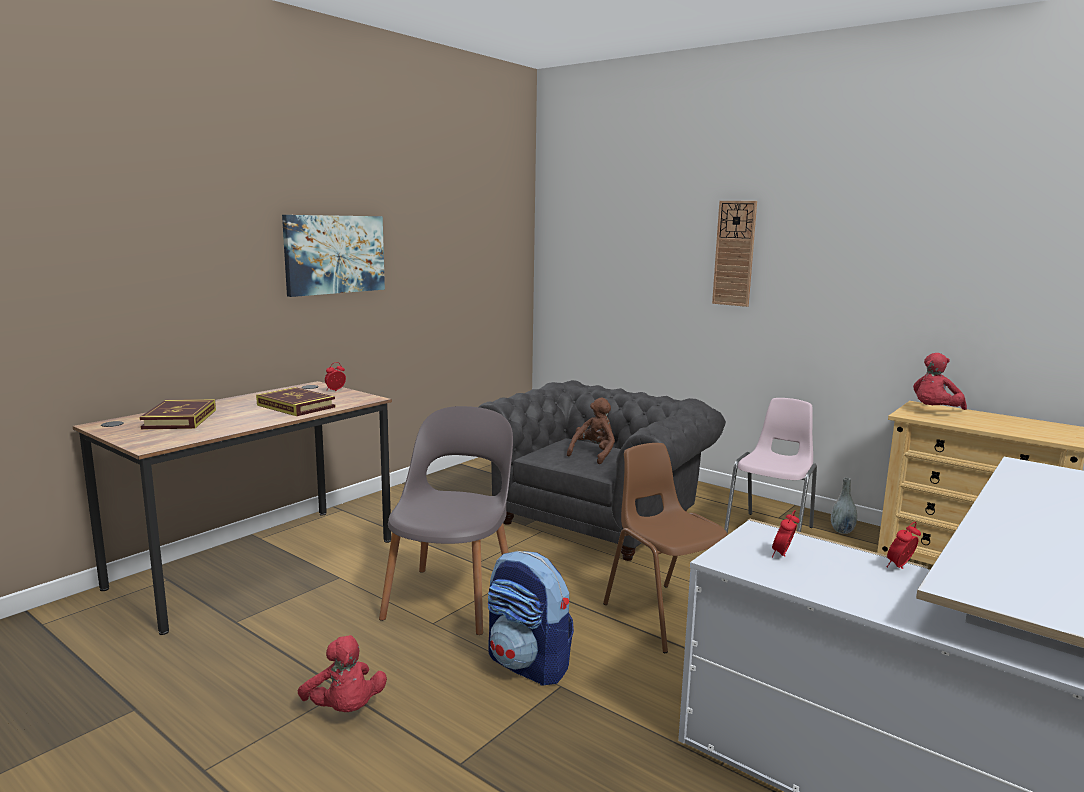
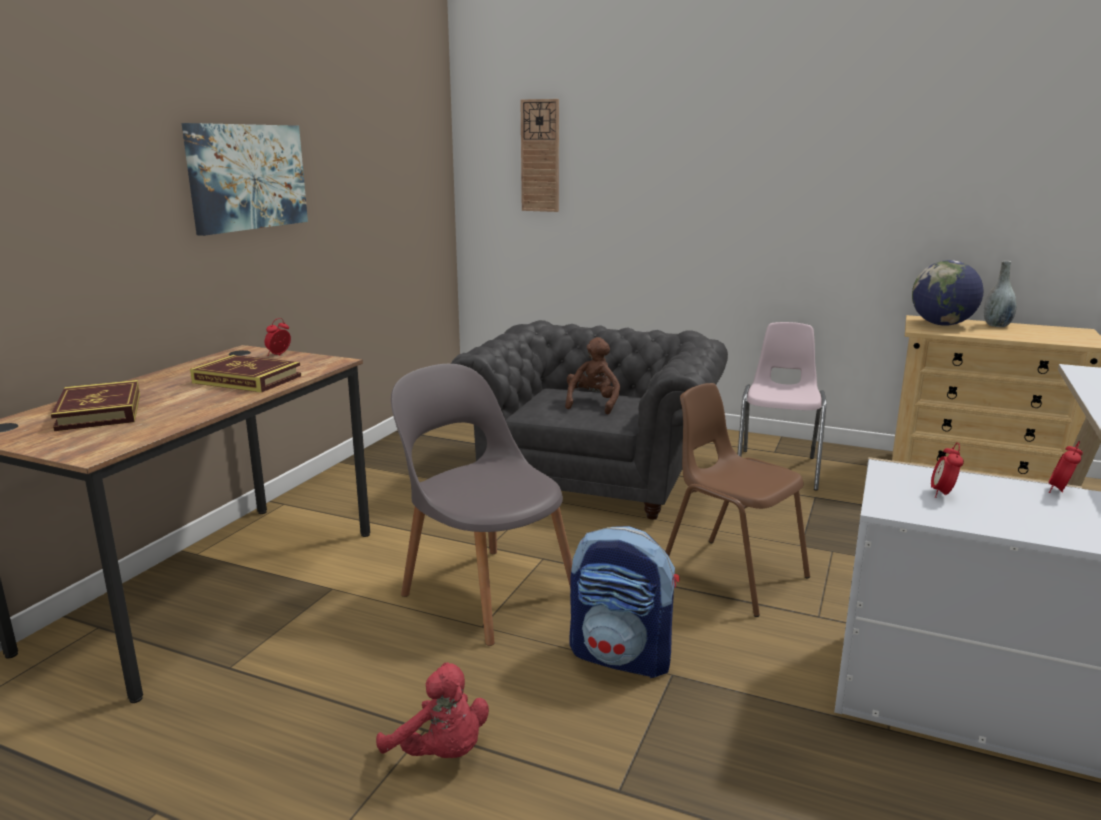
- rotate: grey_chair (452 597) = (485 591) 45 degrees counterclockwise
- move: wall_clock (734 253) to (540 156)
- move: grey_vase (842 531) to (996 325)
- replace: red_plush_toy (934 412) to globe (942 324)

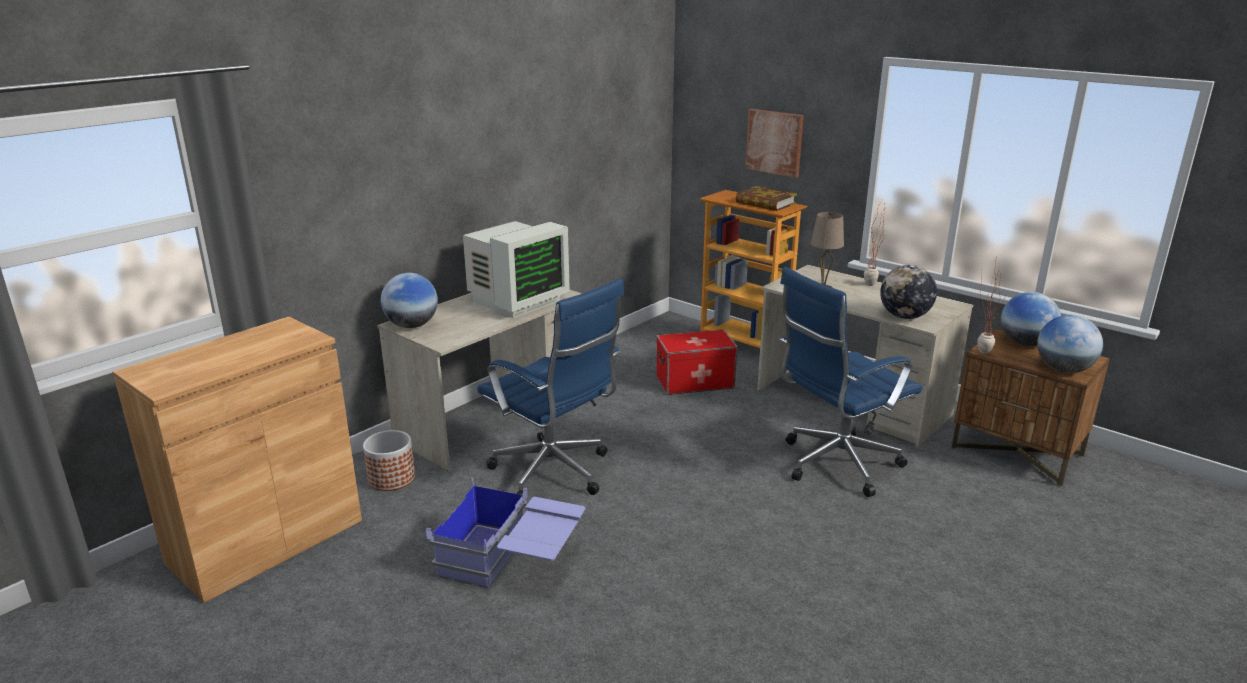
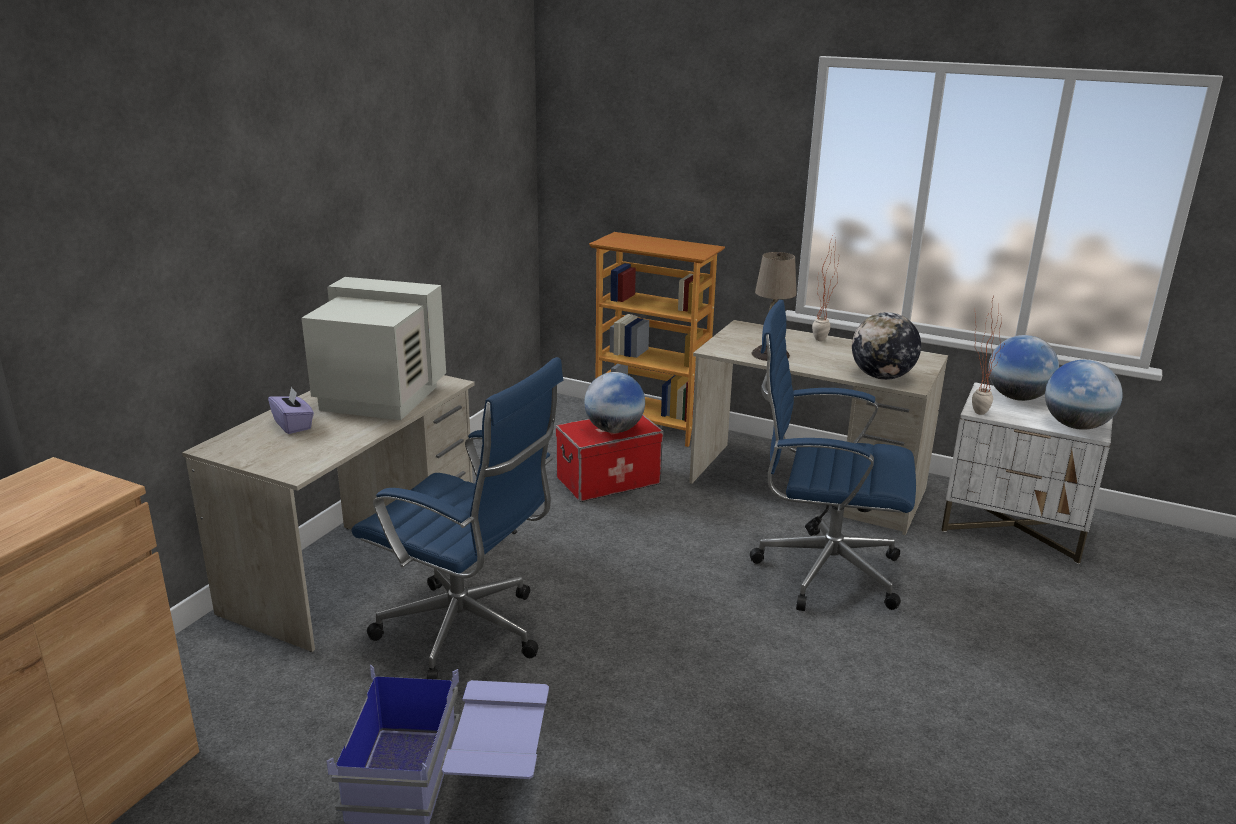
- delete: planter (392 479)
- move: globe (412 326) to (614 430)
- rotate: monitor (516 301) = (379 398) 105 degrees counterclockwise
- delete: book (765 203)
- delete: picture (774 142)
- rotate: blue_office_chair (835 465) = (820 571) 60 degrees clockwise
- recolor: brown_nightstand (1017 452) to white_nightstand (1014 527)
- insert: purple_tissue_box (293 425)

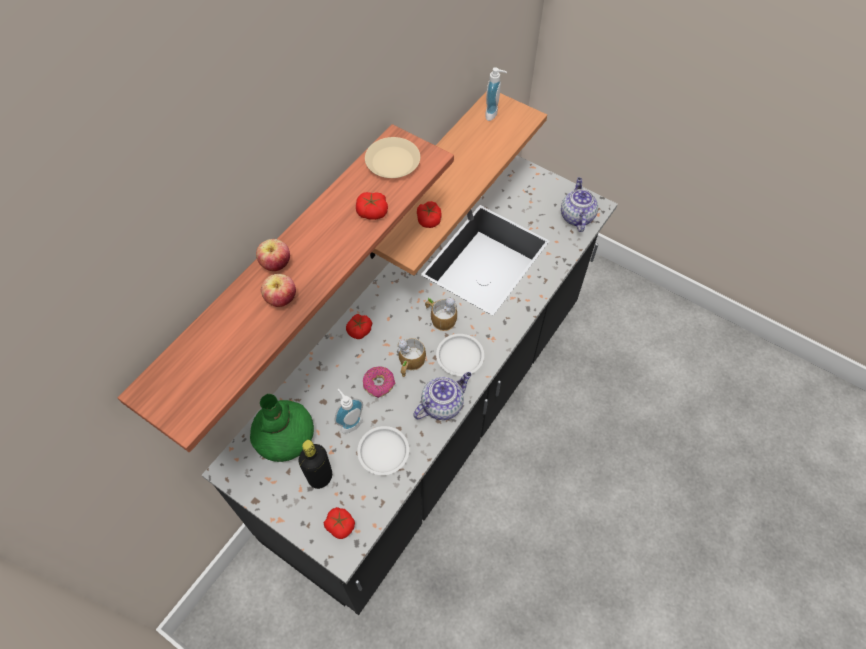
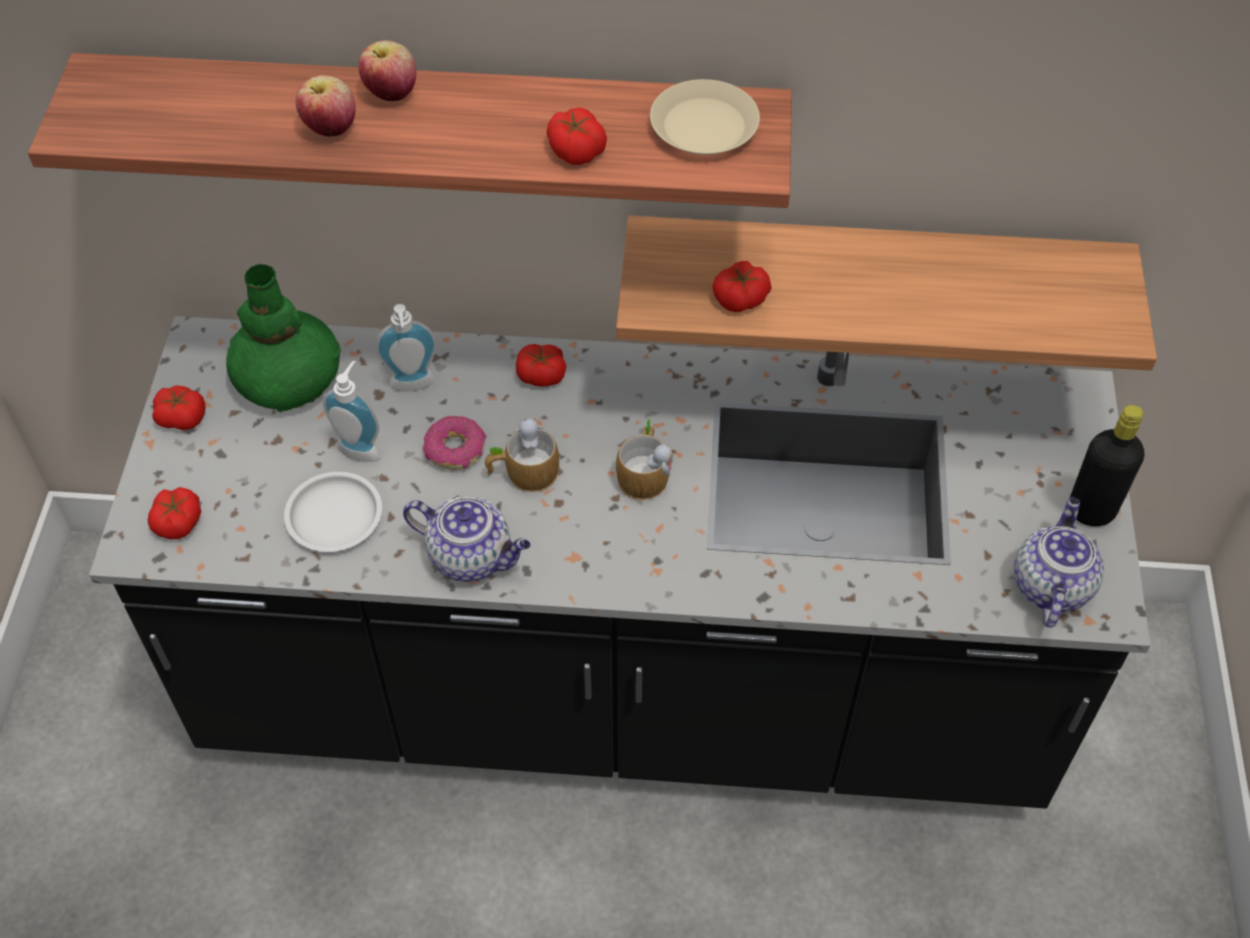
- move: black_bottle (320 477) to (1091 510)
- delete: white_plate (459 356)
- move: soap_dispenser (494 114) to (413 387)
- rotate: teapot (576 216) = (1050 584) 45 degrees counterclockwise
- insert: tomato (181 417)

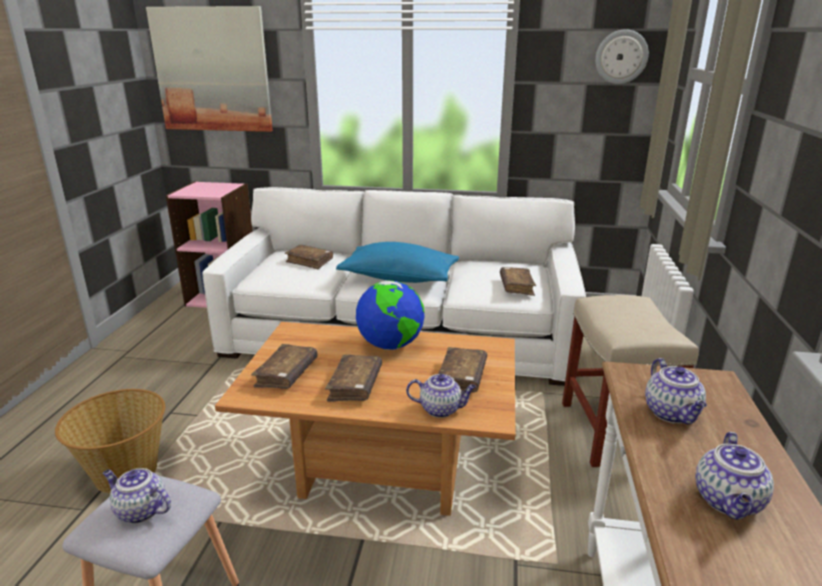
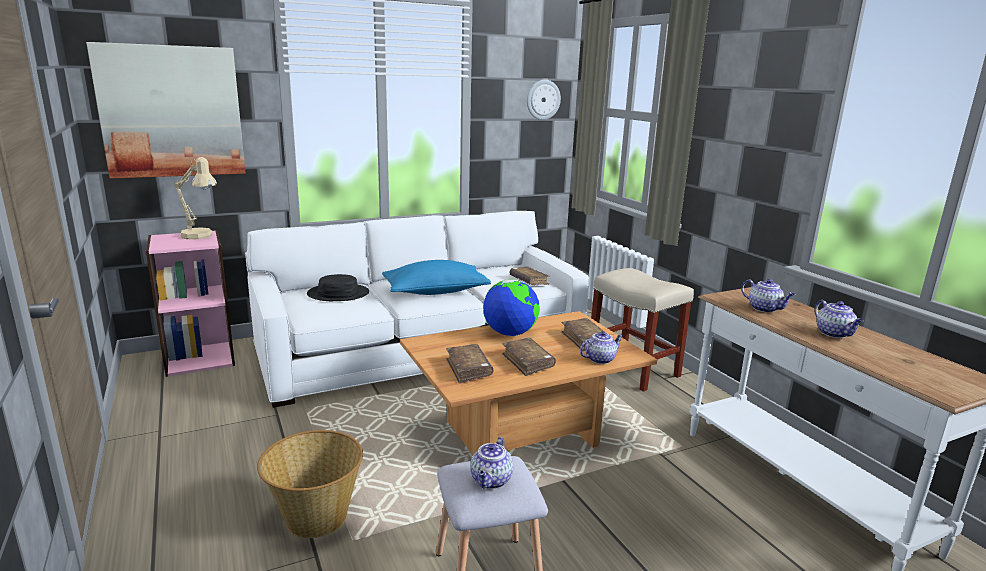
- rotate: teapot (140 511) = (491 481) 60 degrees counterclockwise
- replace: brown_book (309 261) to black_hat (338 294)
- insert: beige_table_lamp (201 236)

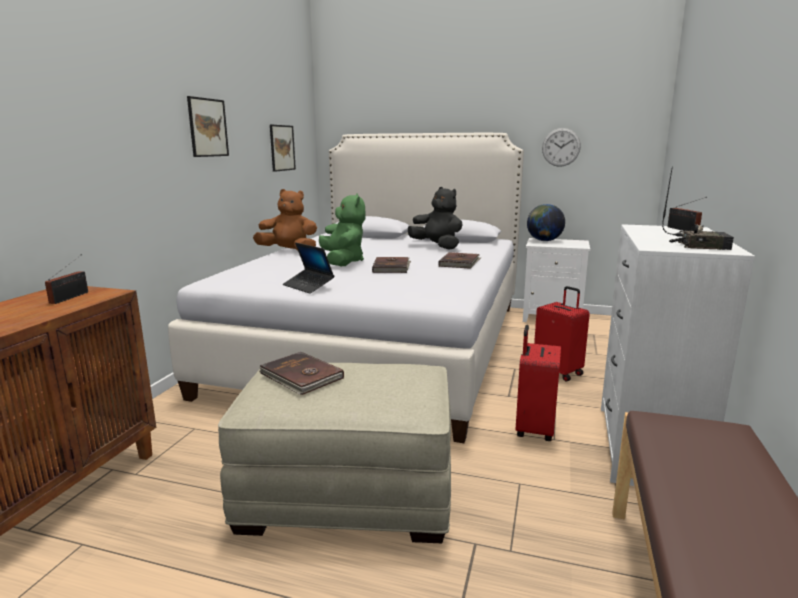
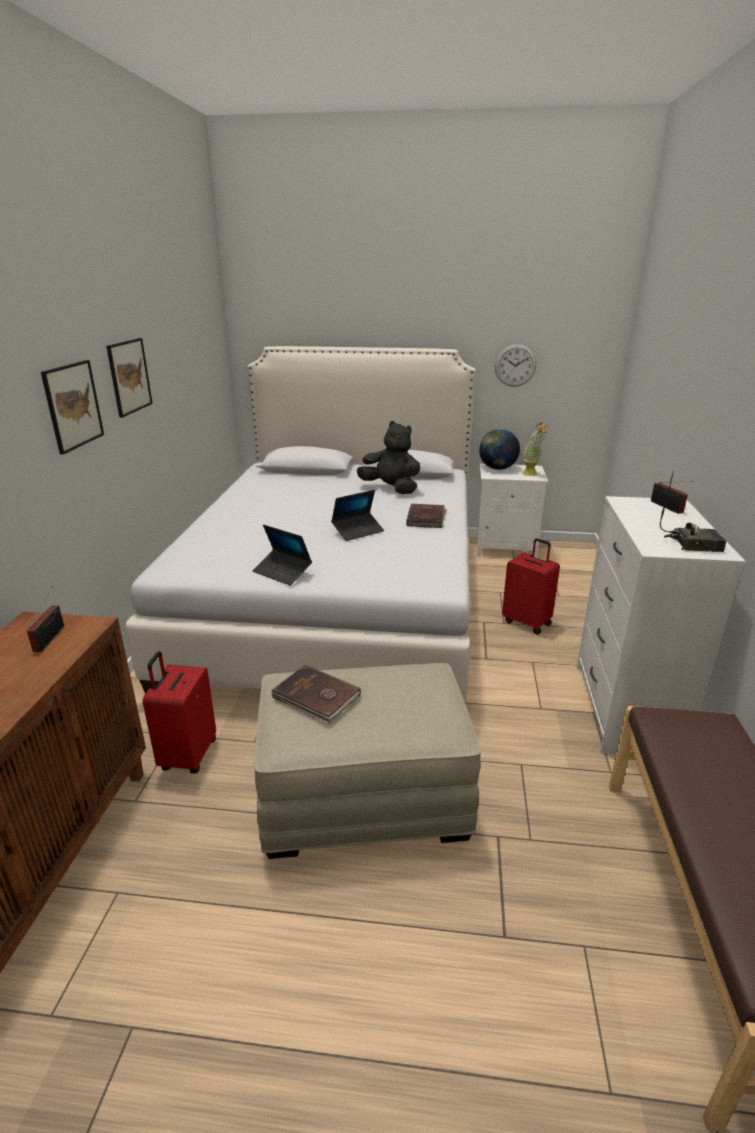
- delete: brown_plush_toy (289 251)
- move: picture (282 148) to (73 405)
- delete: green_plush_toy (343 262)
- replace: brown_book (392 267) to laptop (358 531)
- move: red_suitcase (533 429) to (187 755)
- insert: potted_plant (531 475)

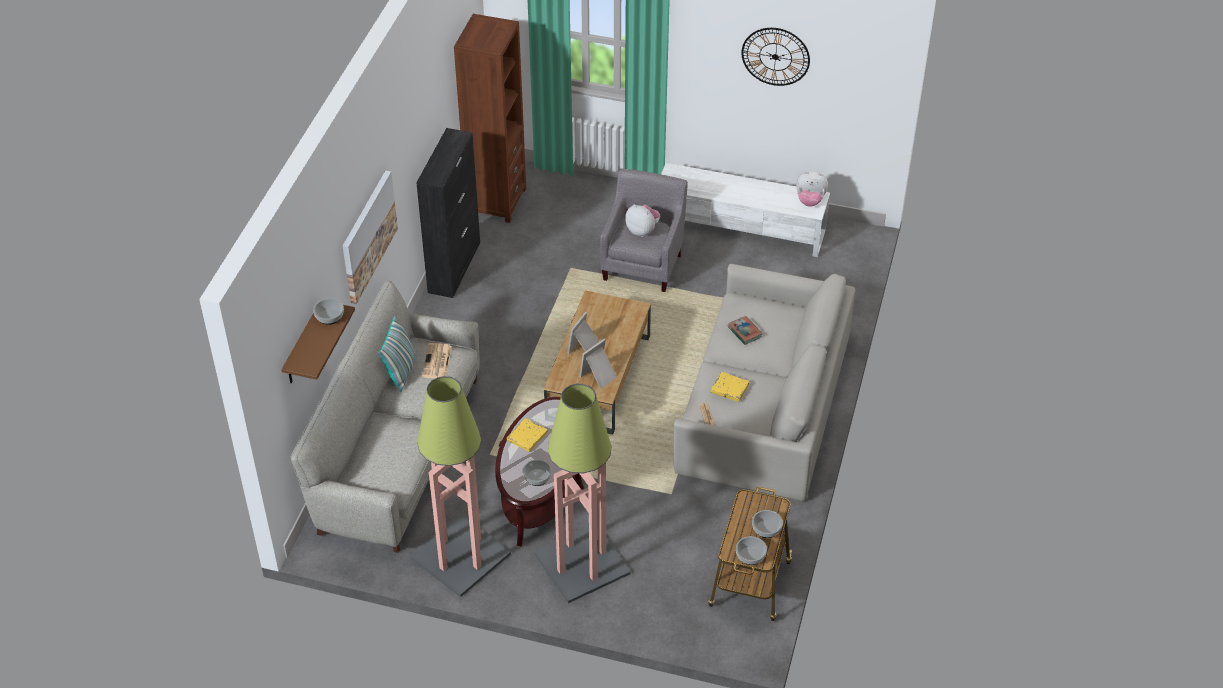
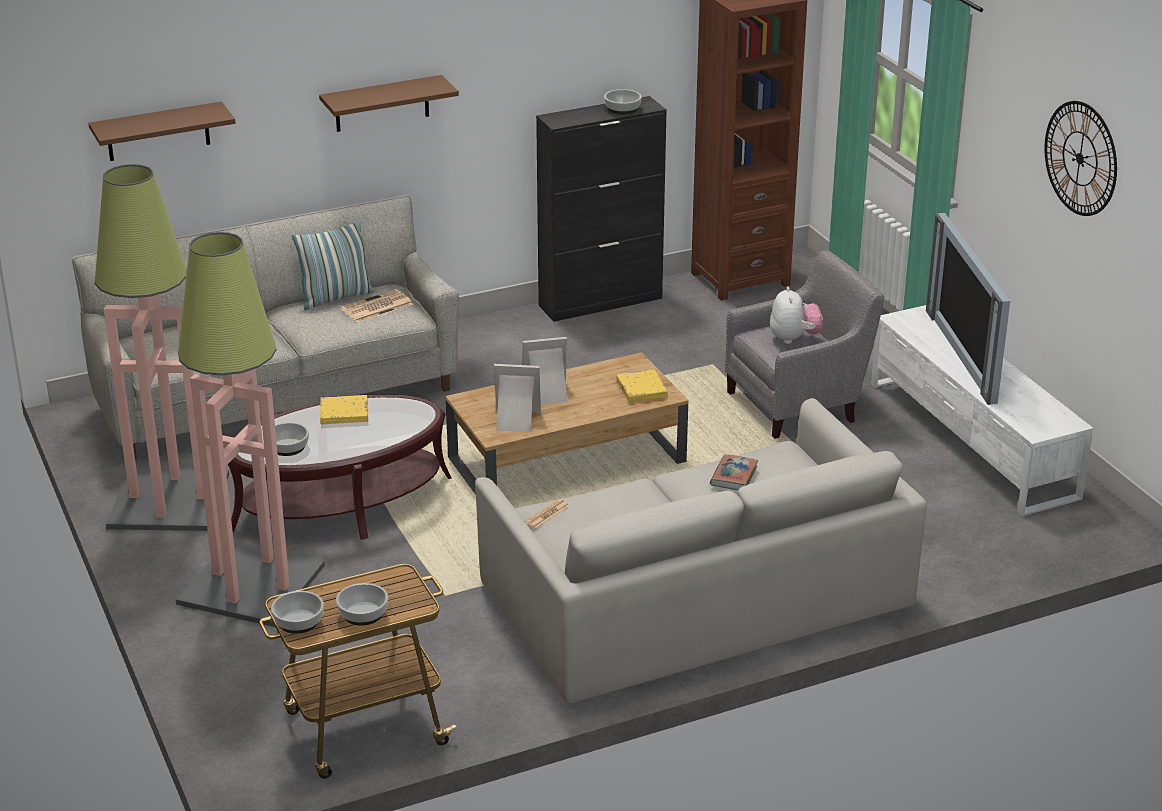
- move: bowl (329 317) to (622 109)
- replace: picture (368 236) to brown_shelf (382 104)
- move: yellow_book (729 388) to (641 389)
- delete: plush_toy (810 201)
- insert: television (967 354)

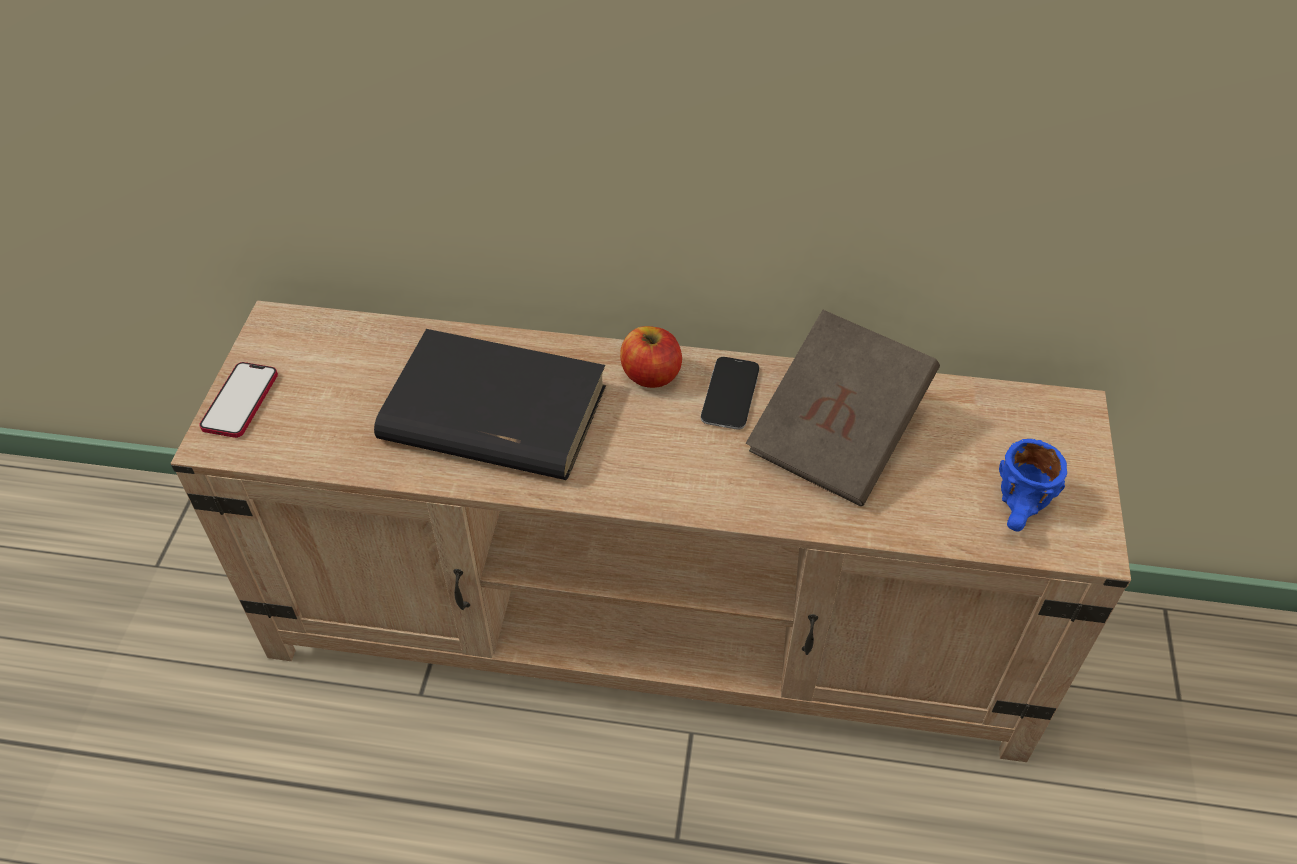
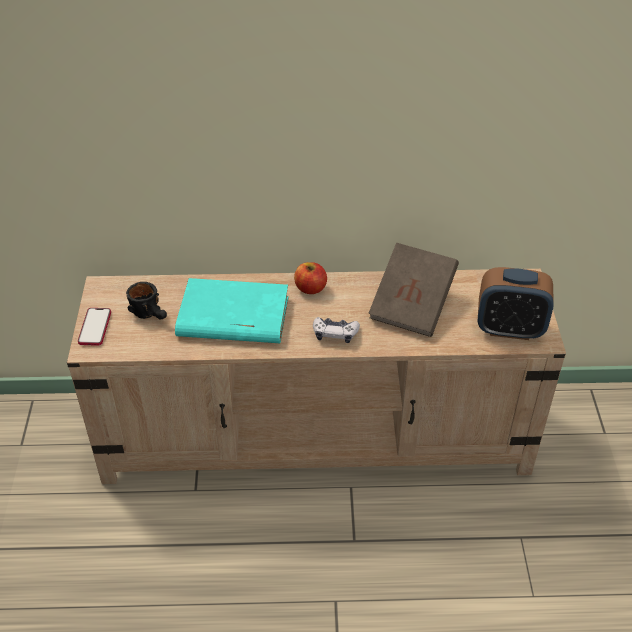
- recolor: black_book (492 414) to turquoise_book (232 317)
- delete: phone (730 394)
- replace: blue_mug (1022 511) to alarm_clock (509 329)
- insert: black_mug (152 314)
- insert: game_controller (335 334)

